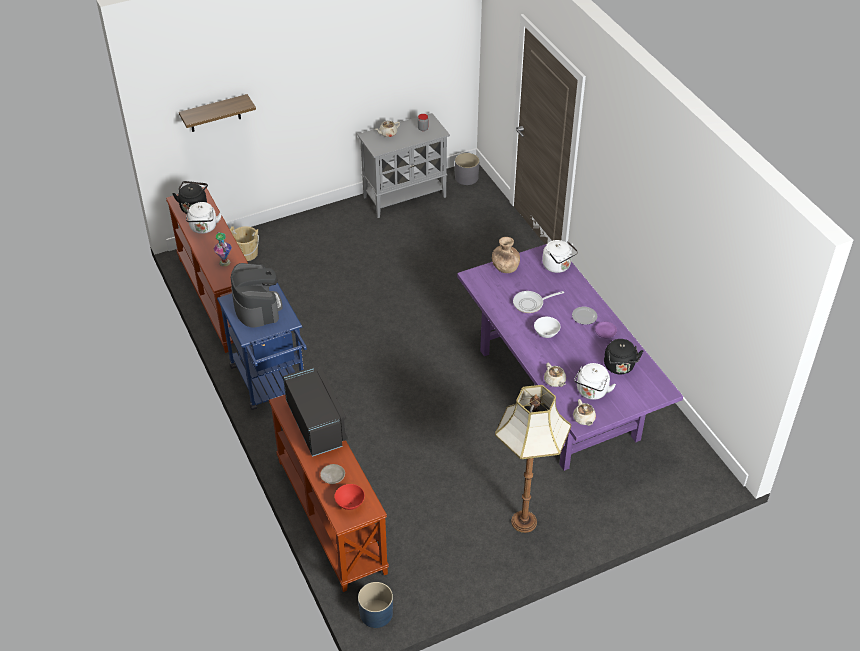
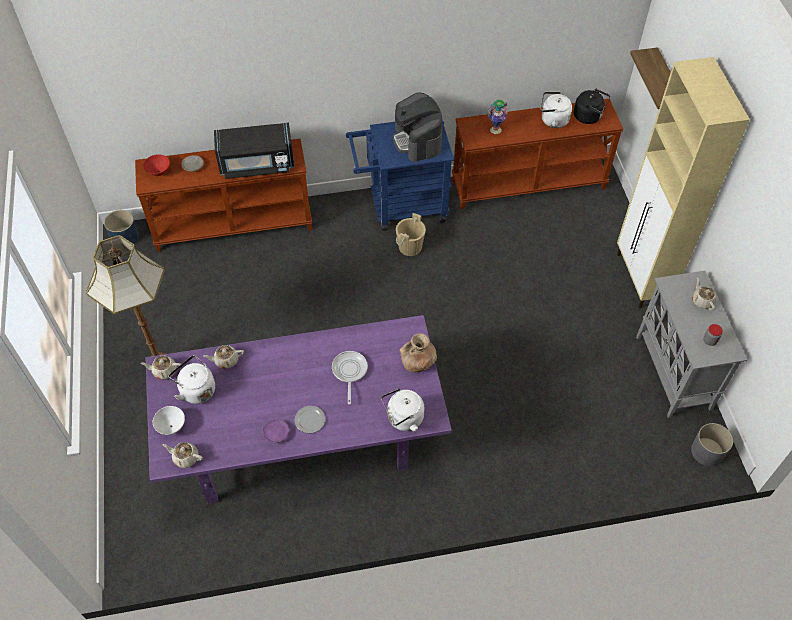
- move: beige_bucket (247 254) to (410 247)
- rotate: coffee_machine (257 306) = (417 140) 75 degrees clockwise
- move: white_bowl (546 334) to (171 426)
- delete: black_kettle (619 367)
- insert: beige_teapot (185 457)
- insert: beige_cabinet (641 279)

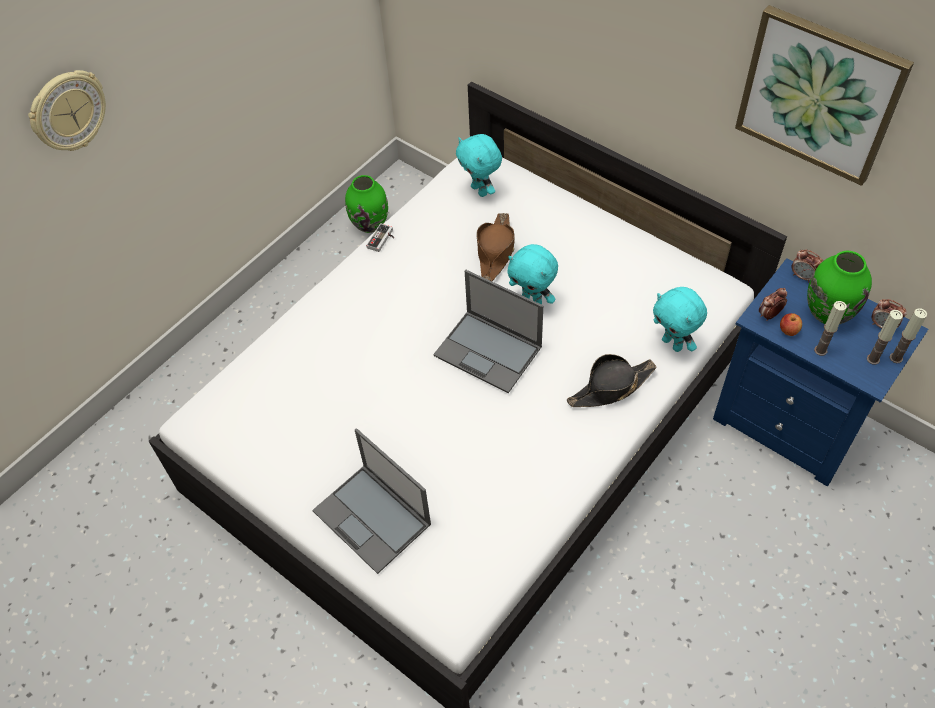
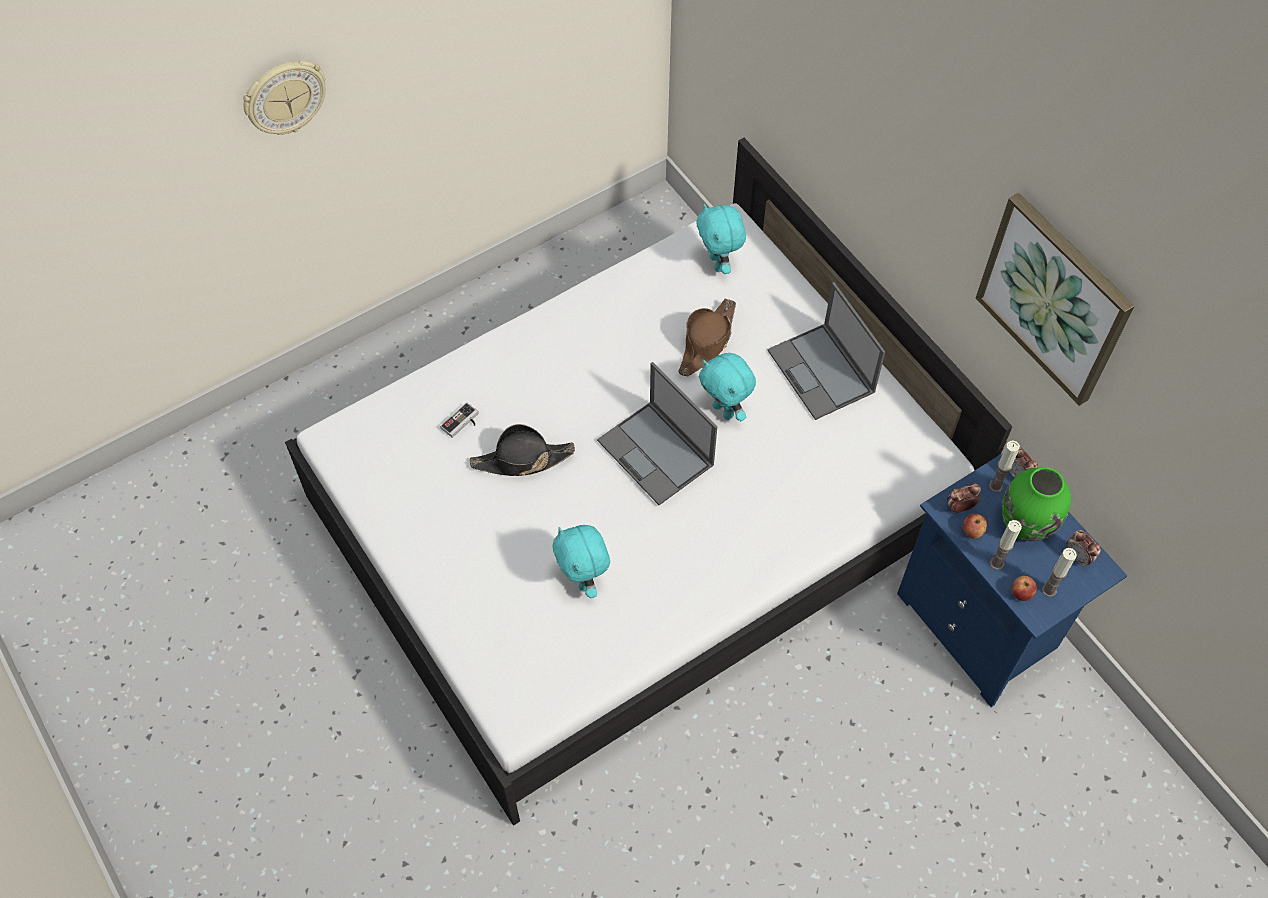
- move: laptop (373 518) to (822 372)
- delete: green_vase (370 224)
- move: game_controller (383 240) to (462 423)
- move: black_hat (611 388) to (522 460)
- move: turquoise_plush_toy (673 344) to (583 580)
- move: candle (896 358) to (995 486)
- insert: apple (1021 593)

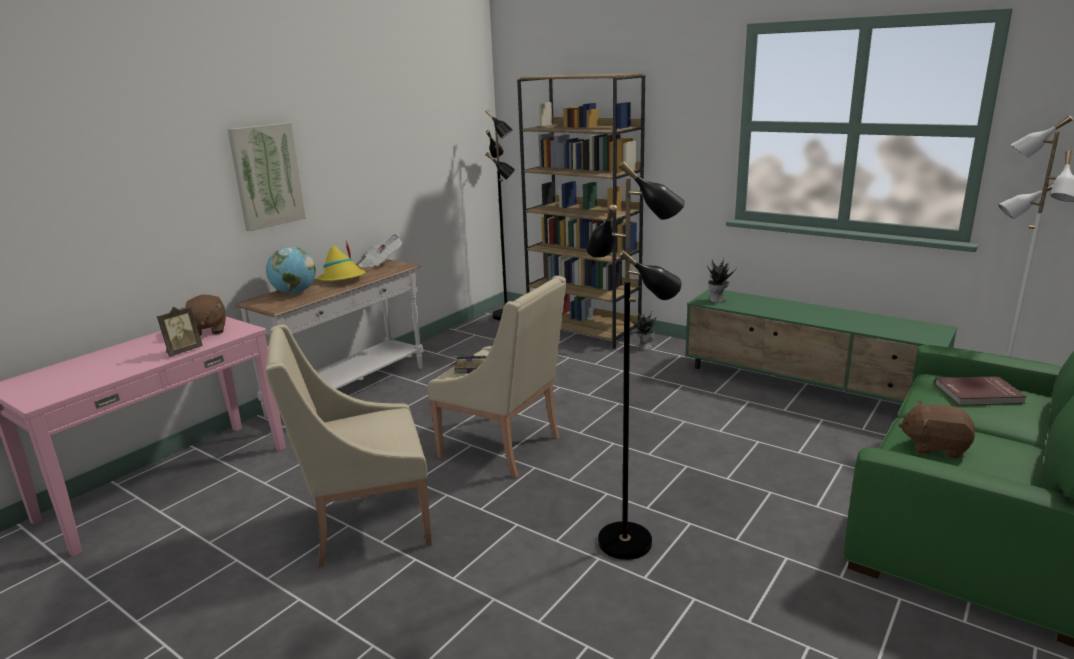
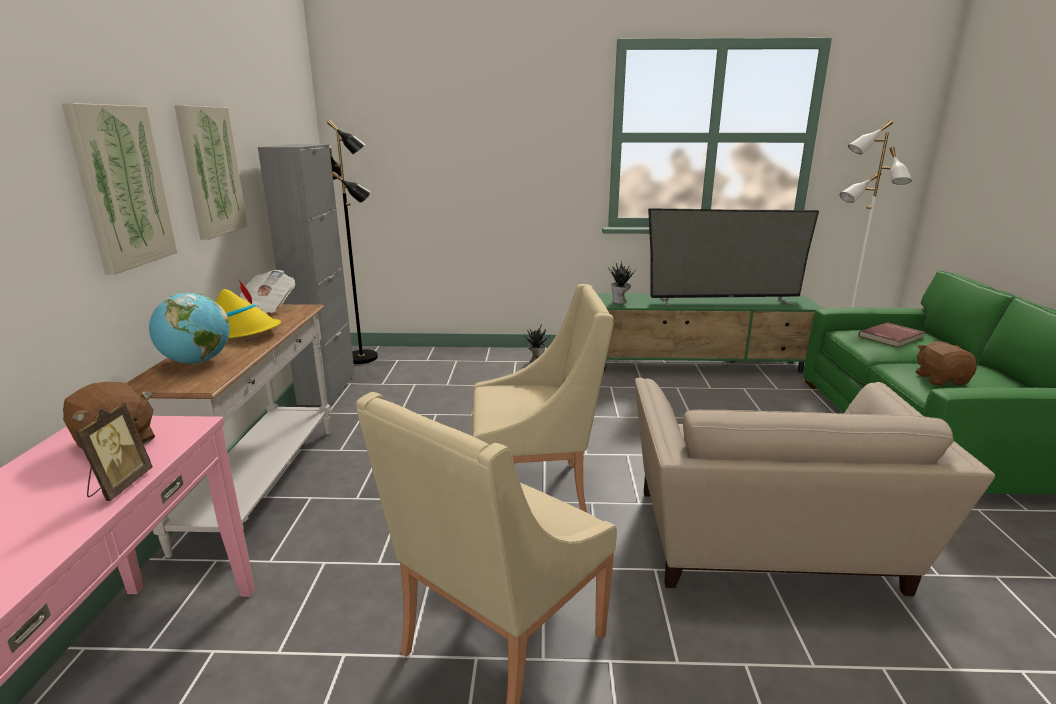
- delete: book (470 368)
- delete: brown_bookcase (584 330)
- replace: black_floor_lamp (626 541) to beige_armchair (764 544)
- rotate: brown_plush_toy (934 447) = (941 379) 105 degrees clockwise
- insert: picture (210 171)
- insert: grey_cabinet (327 389)
- insert: television (723 302)

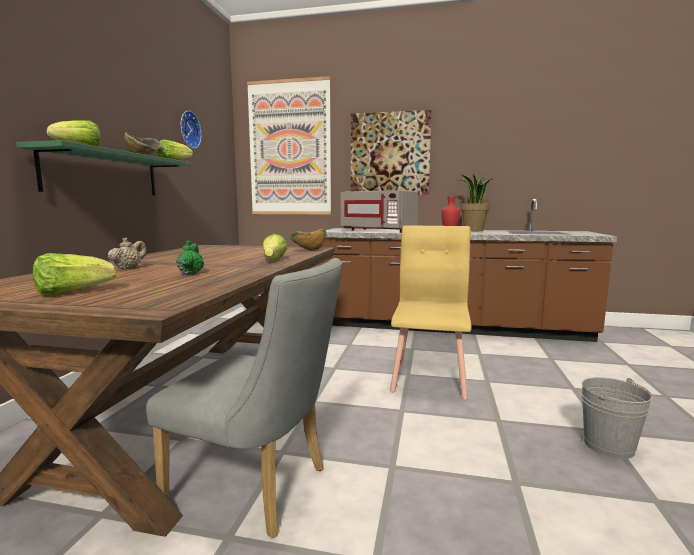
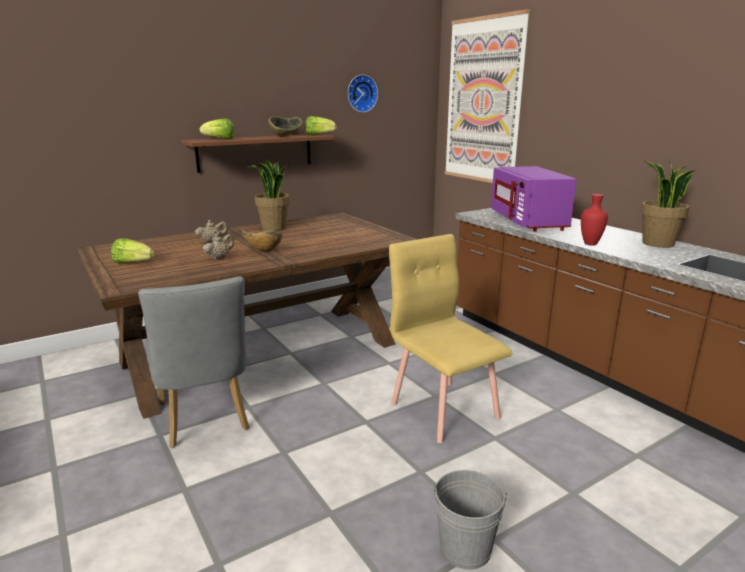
- recolor: green_shelf (104 174) to brown_shelf (255 152)
- recolor: green_teapot (191 273) to beige_teapot (219 257)
- delete: lettuce (273 260)
- move: bowl (309 251) to (262 251)
- recolor: grey_microwave (379 231) to purple_microwave (528 222)
- delete: picture (389 154)
- rotate: yellow_chair (430 379) = (444 409) 90 degrees counterclockwise
- insert: potted_plant (274 228)

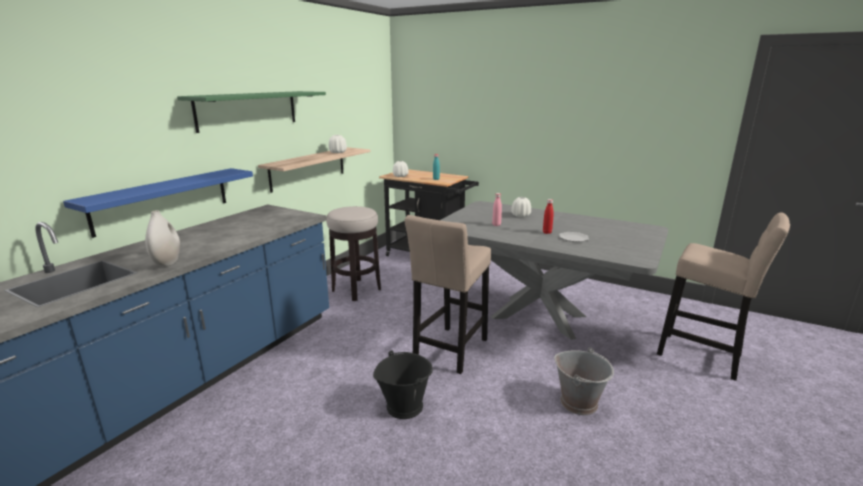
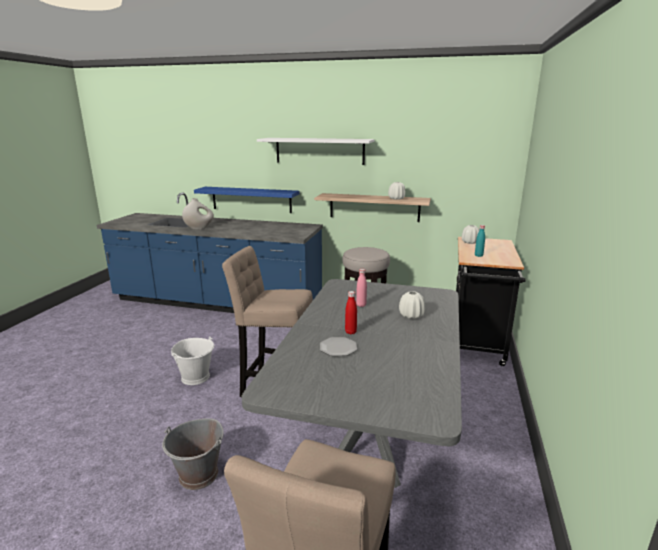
- recolor: green_shelf (248 110) to white_shelf (319 151)
- recolor: black_bucket (404 406) to white_bucket (196 377)

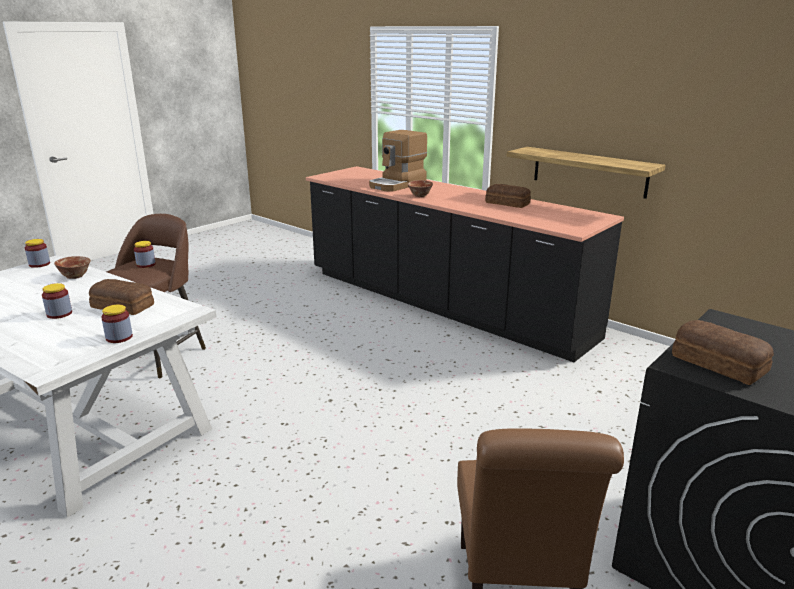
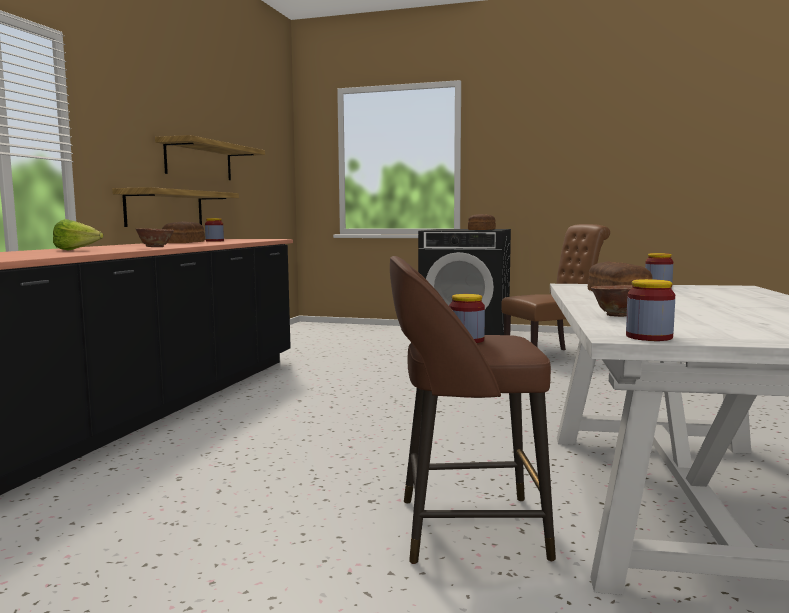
- move: jar (59 314) to (214 241)
- replace: coffee_machine (398 184) to lettuce (77 250)
- insert: shelf (199 161)

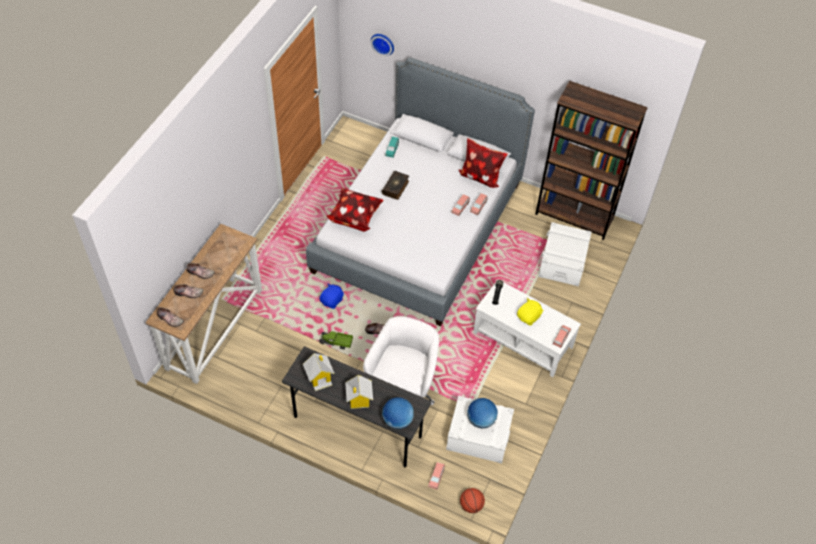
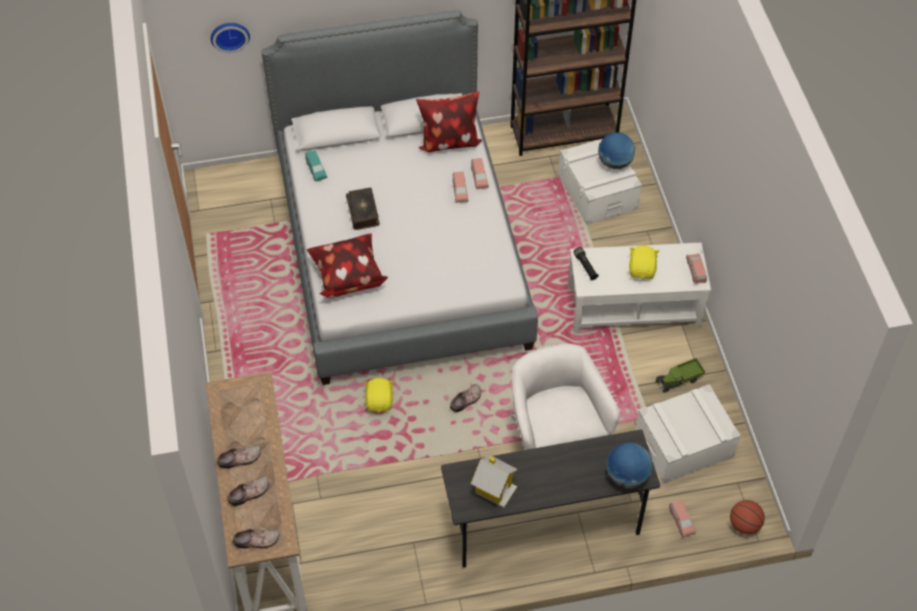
- move: toy_truck (336 342) to (679 380)
- recolor: blue_plush_toy (332 301) to yellow_plush_toy (380 401)
- delete: toy_house (359 399)
- move: globe (481 420) to (615 163)

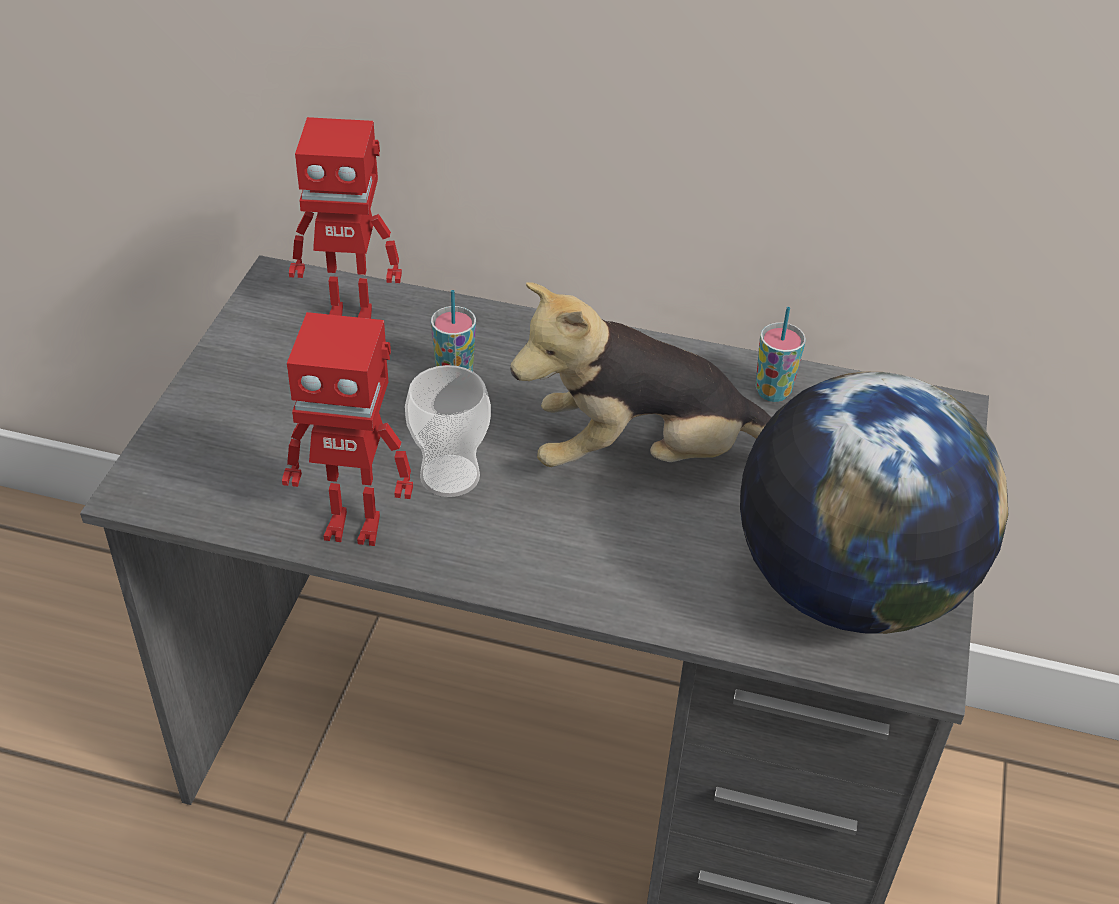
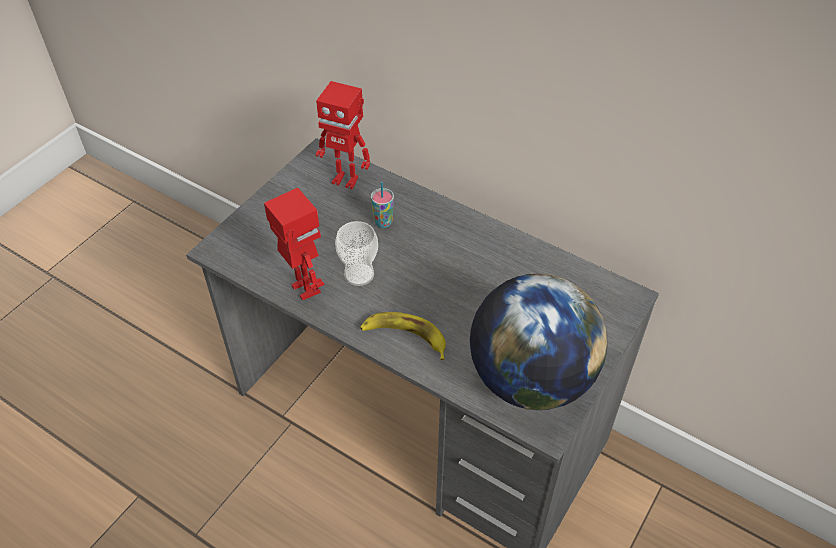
- rotate: toy_robot (354 525) = (304 289) 150 degrees counterclockwise
- delete: plush_toy (644 456)
- delete: cup (773 392)
- insert: banana (405 337)

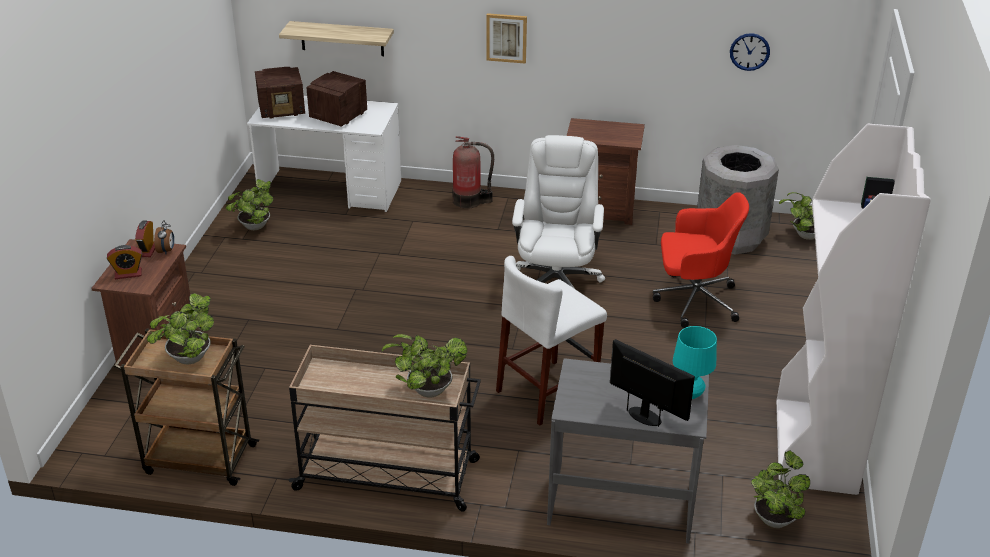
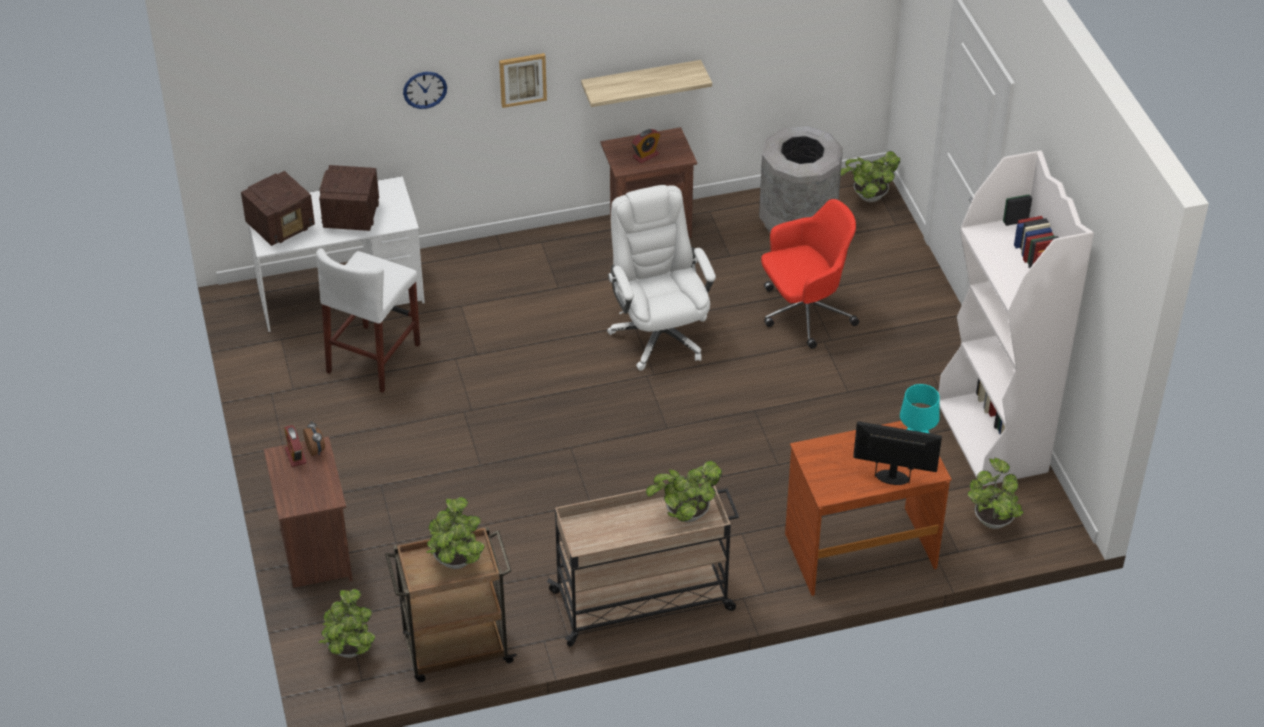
- move: alarm_clock (128 274) to (646 155)
- move: potted_plant (253 227) to (349 651)
- move: shelf (342 38) to (641 83)
- delete: fire_extinguisher (469 201)
- move: white_stool (547 392) to (374 358)
- recolor: grey_desk (622 500) to brown_desk (860 549)
- move: wall_clock (749 51) to (425 89)

